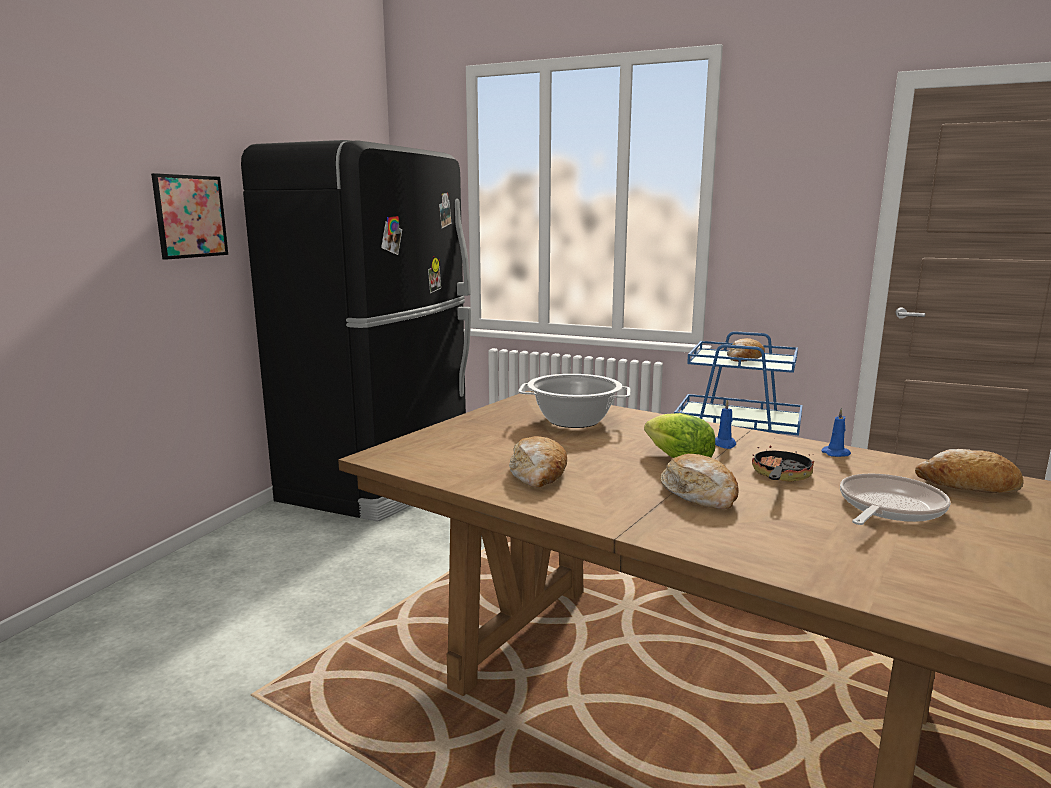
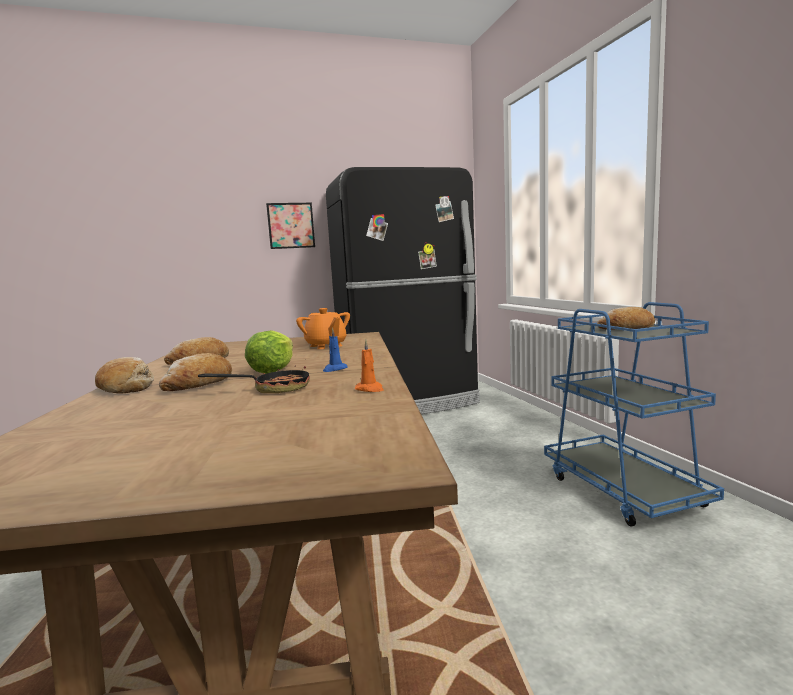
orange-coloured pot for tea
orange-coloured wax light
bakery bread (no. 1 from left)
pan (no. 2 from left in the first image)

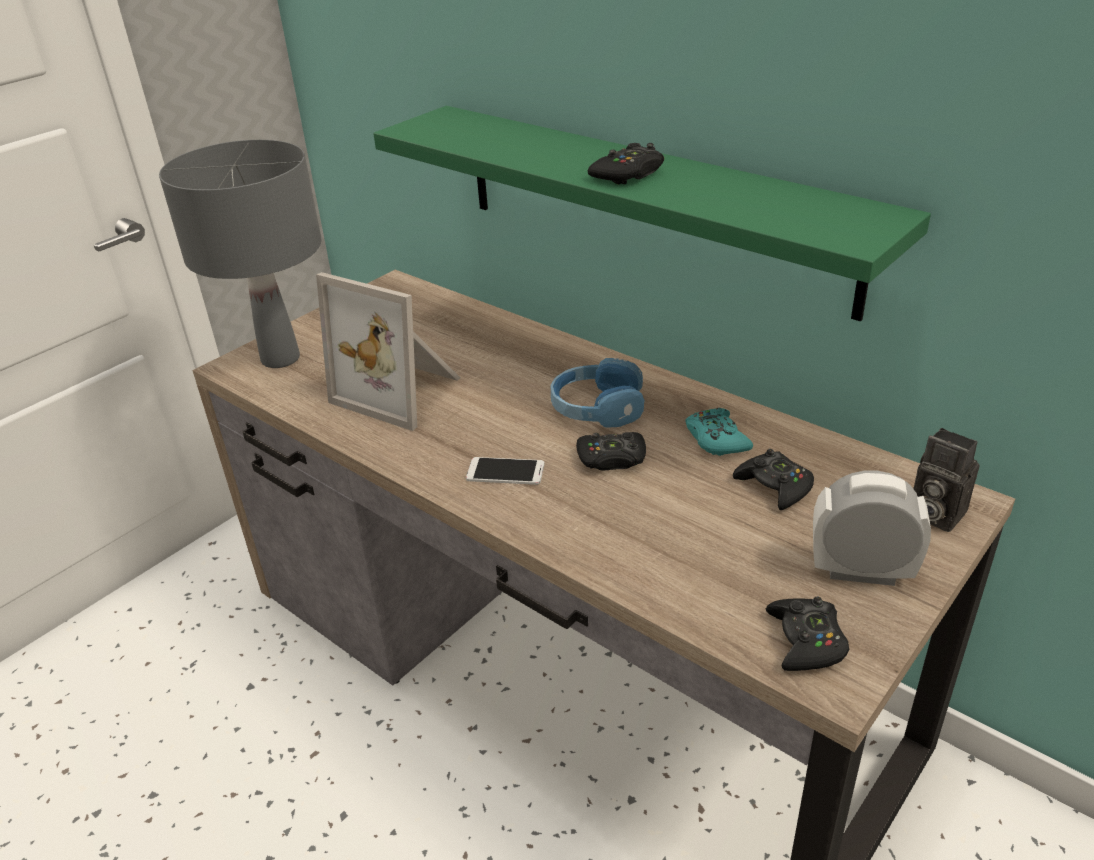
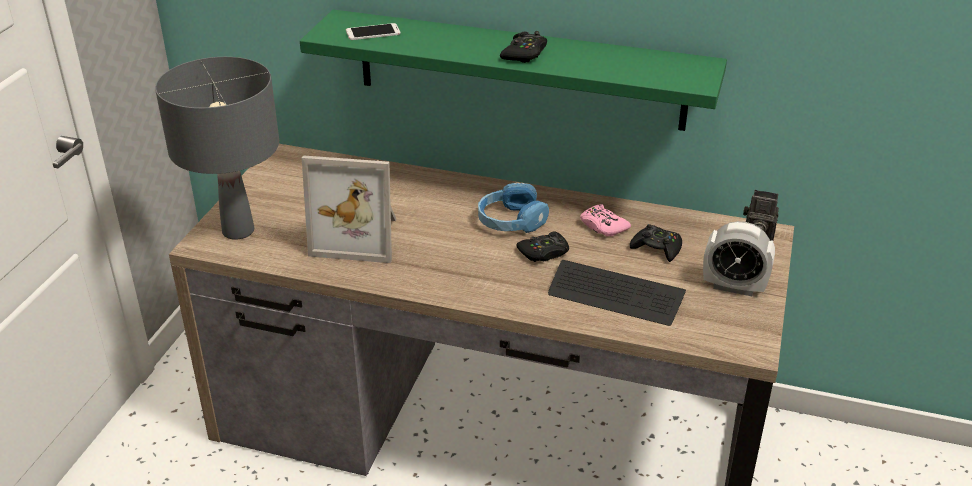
pink joypad
telephone
alarm clock
black joypad (no. 4 from left in the first image)
PC keyboard

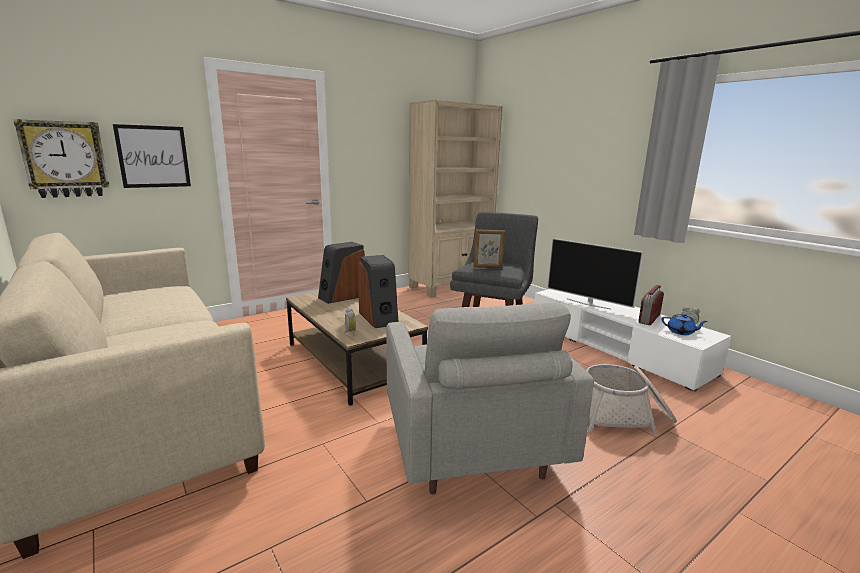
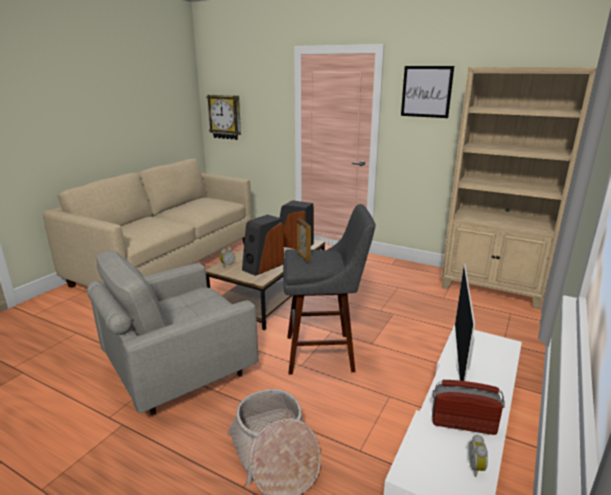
picture
blue pot for tea

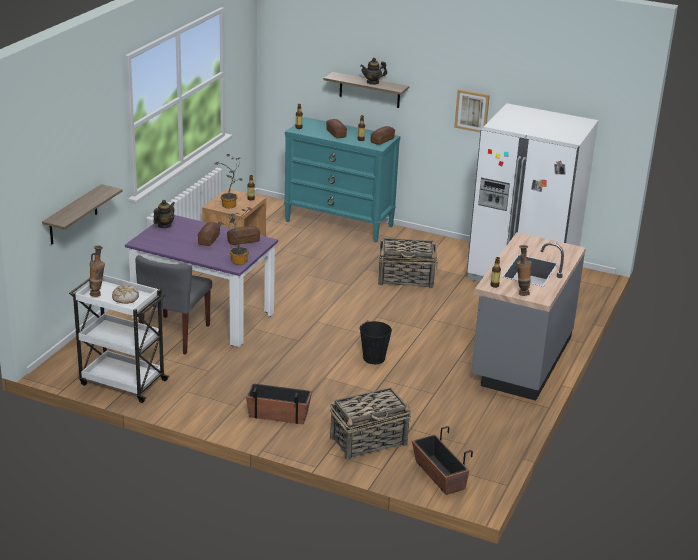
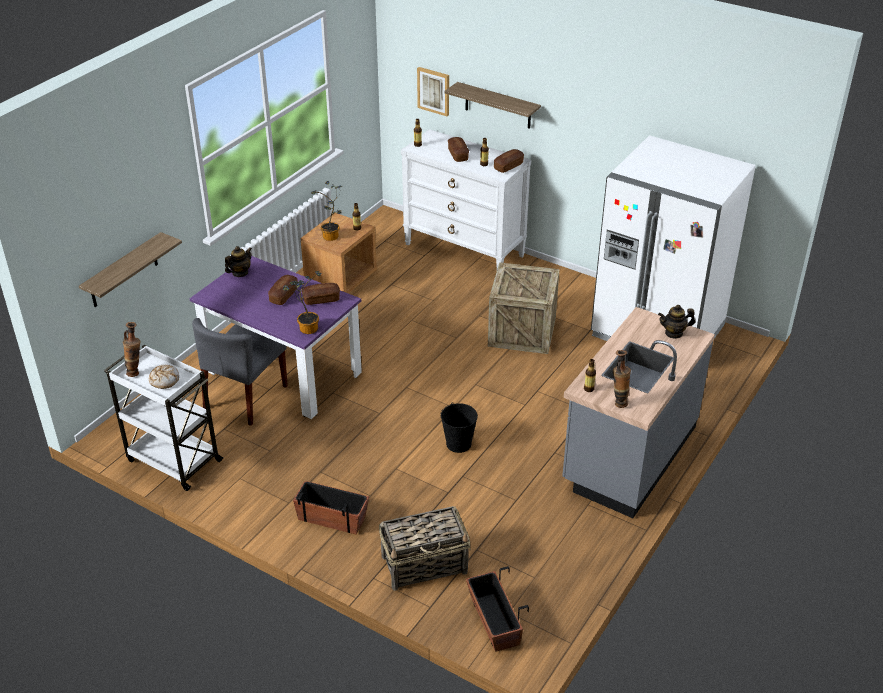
pot for tea (no. 2 from left)
picture
white chest of drawers
packing crate

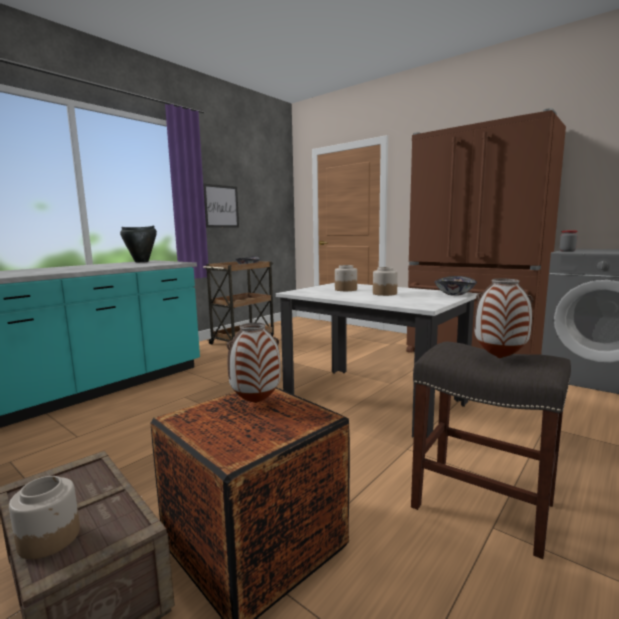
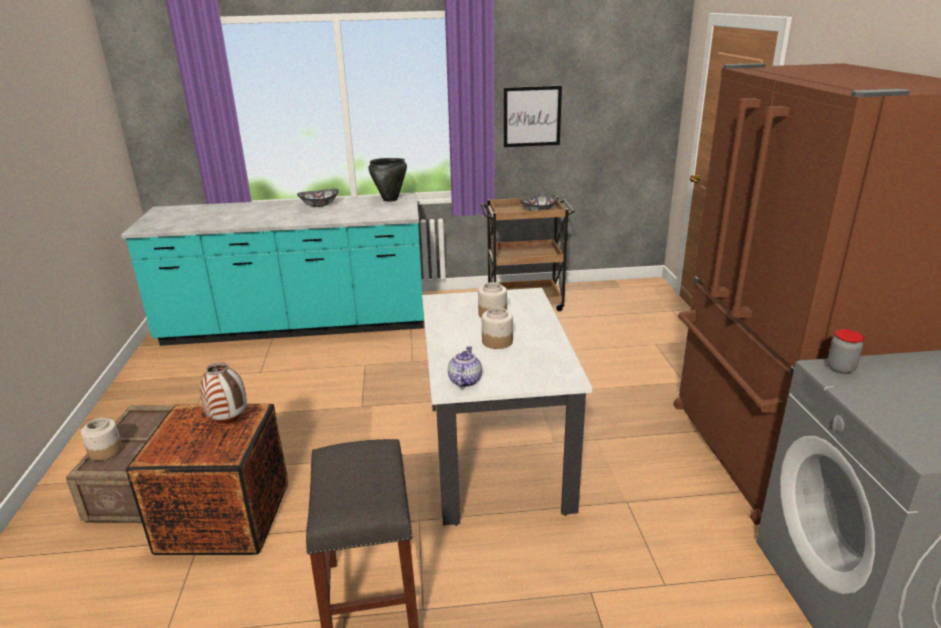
serving bowl (no. 1 from left)
flower vase (no. 2 from left in the first image)
pot for tea

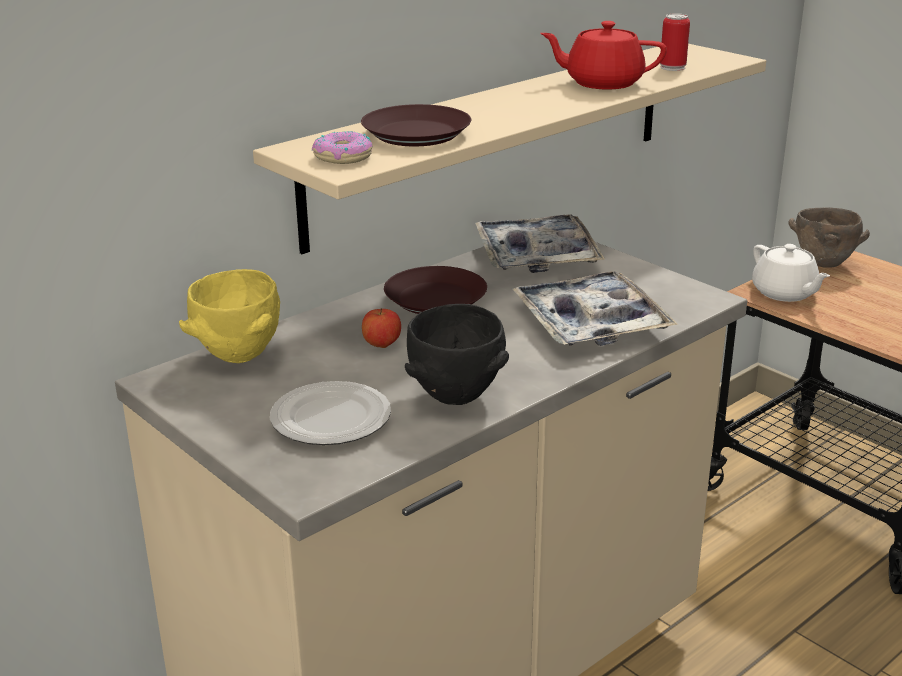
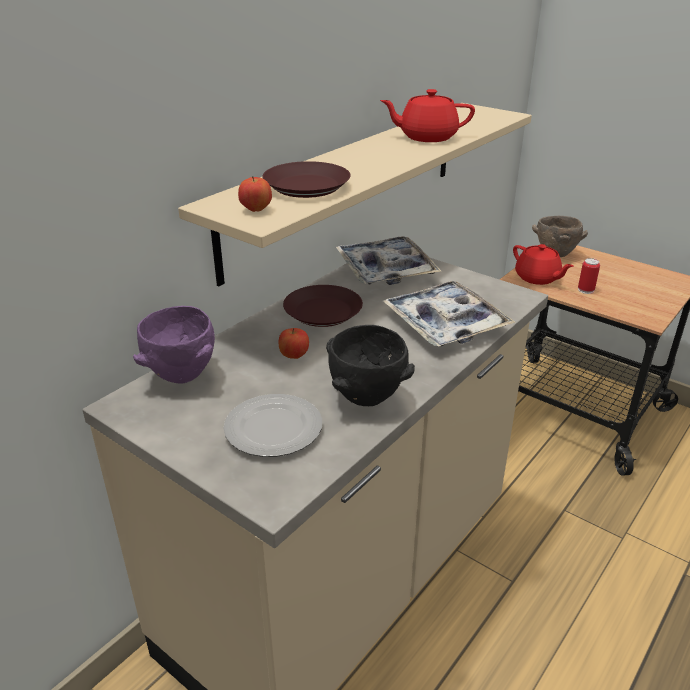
can
apple (no. 1 from left)
red-coloured pot for tea (no. 2 from left)
purple-coloured serving bowl

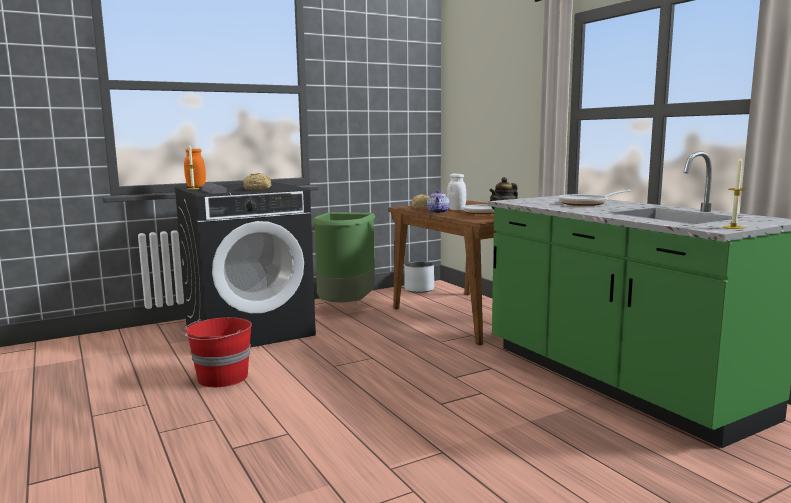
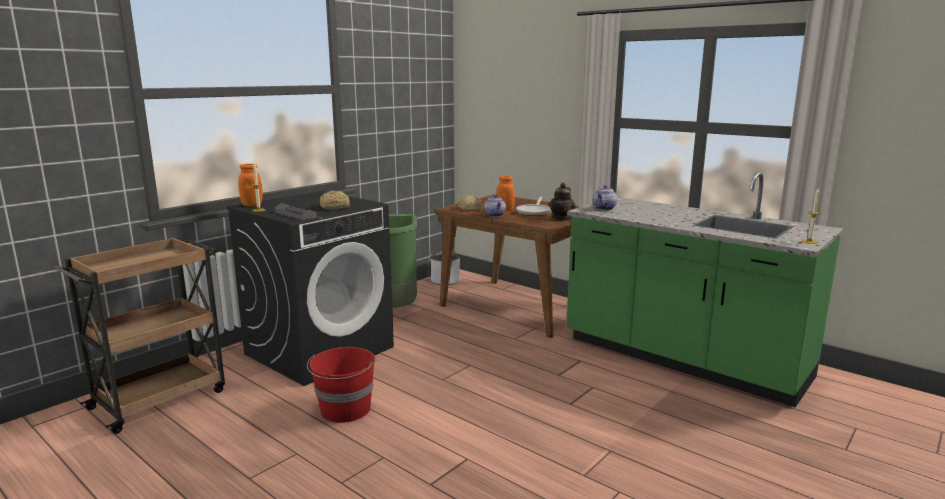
orange-coloured jar (no. 2 from left)
pan (no. 2 from left in the first image)
pot for tea (no. 3 from left)
brownish wheeled cart

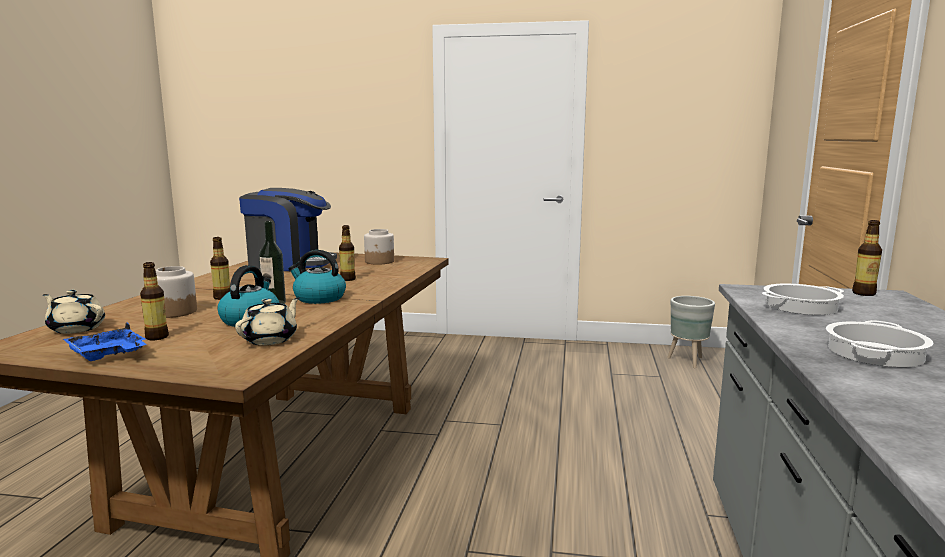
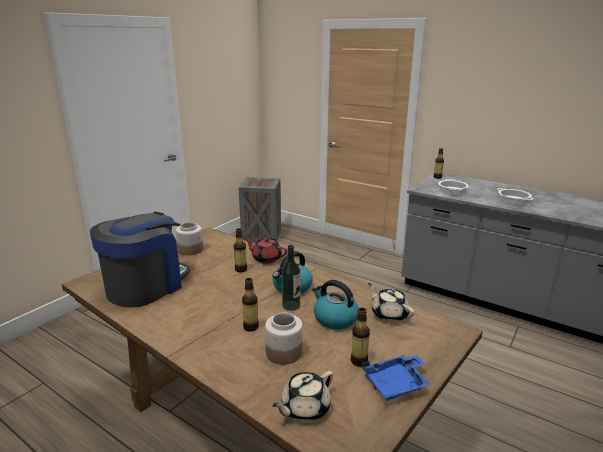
packing crate
red-coloured pot for tea

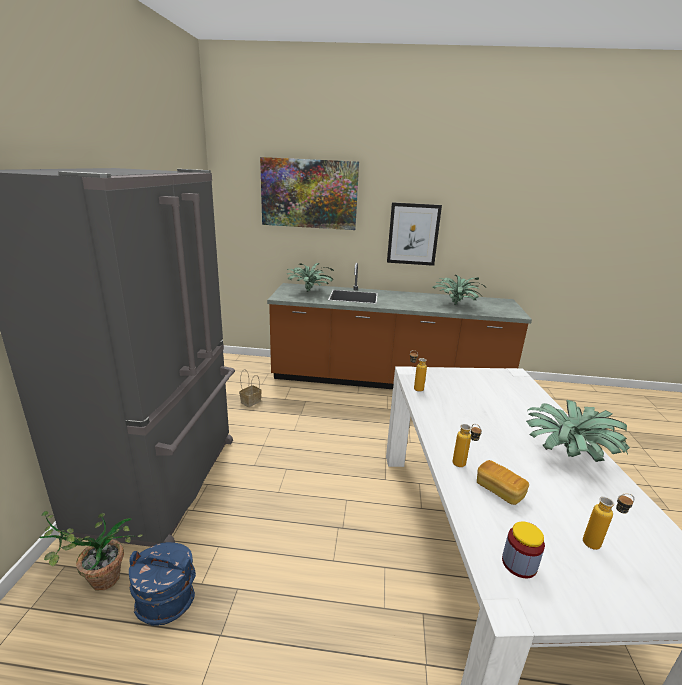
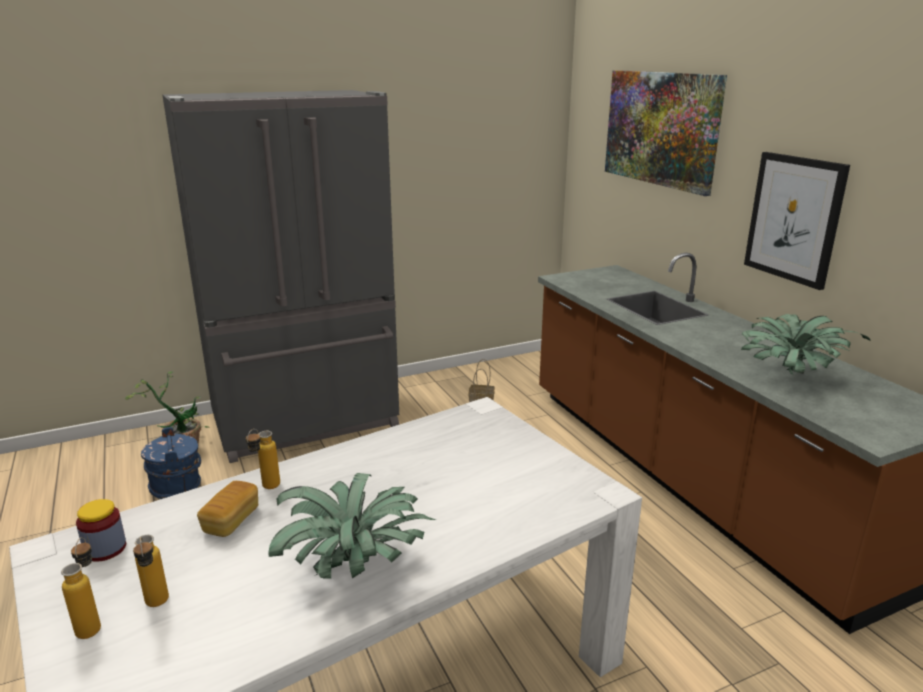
plant in a pot (no. 2 from left in the first image)
beverage bottle (no. 1 from left)

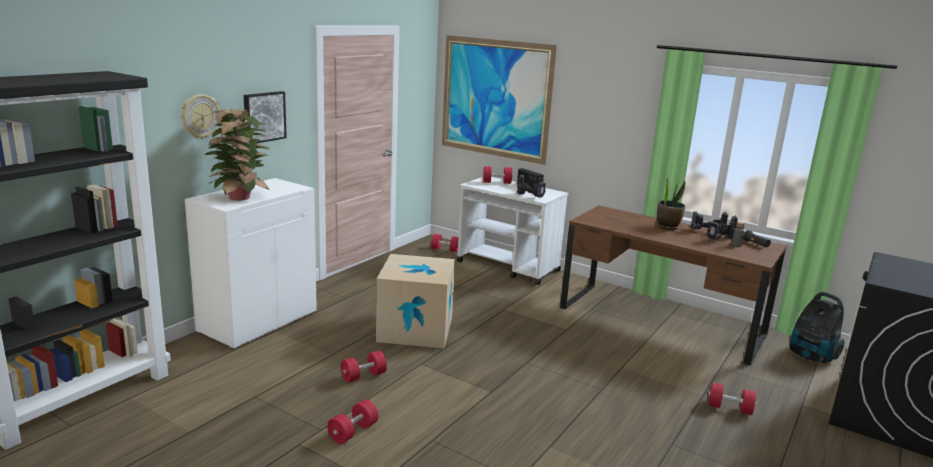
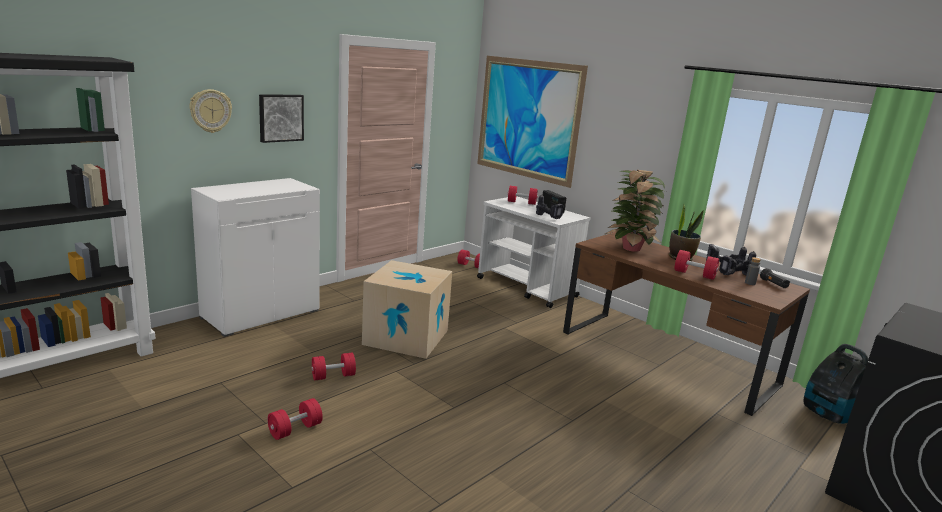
plant in a pot (no. 1 from left)
red-coloured hand weight (no. 5 from left)

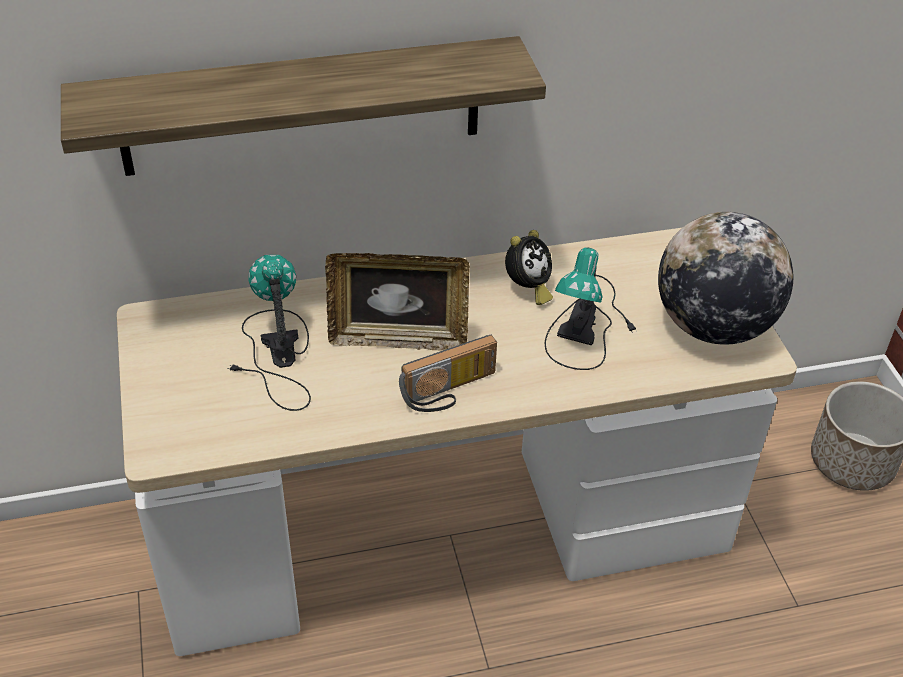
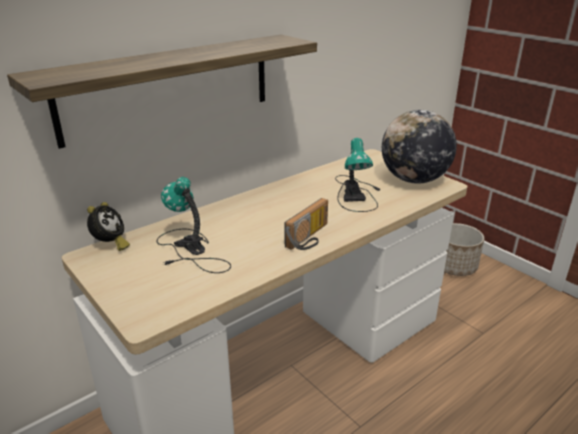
alarm clock
standing frame

